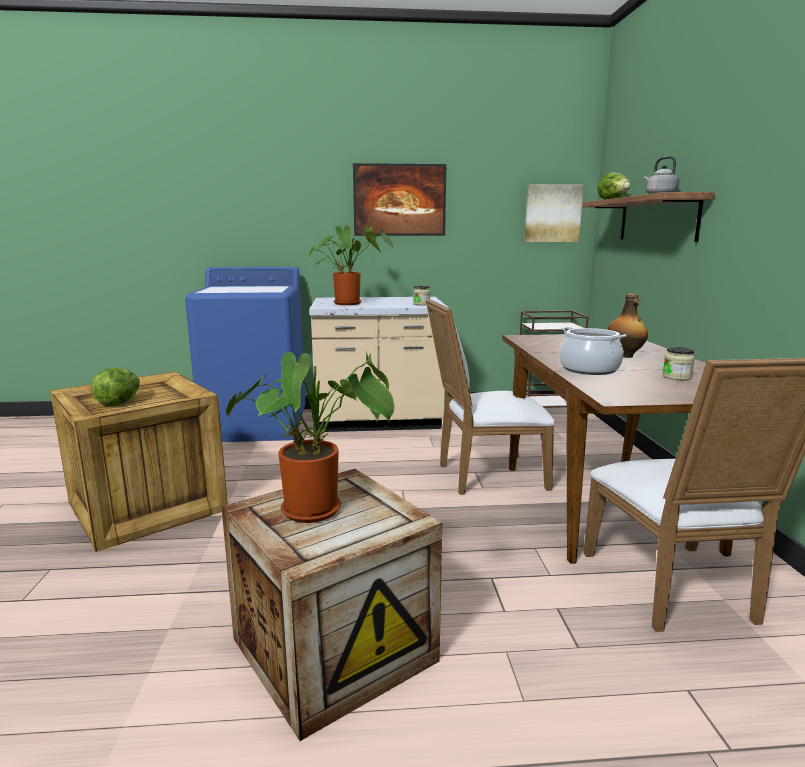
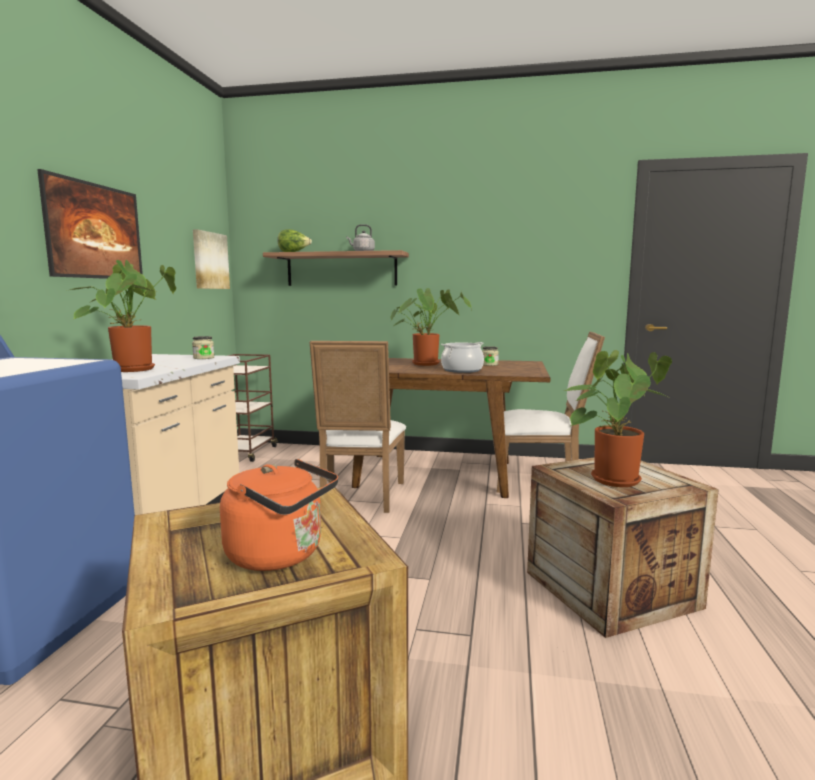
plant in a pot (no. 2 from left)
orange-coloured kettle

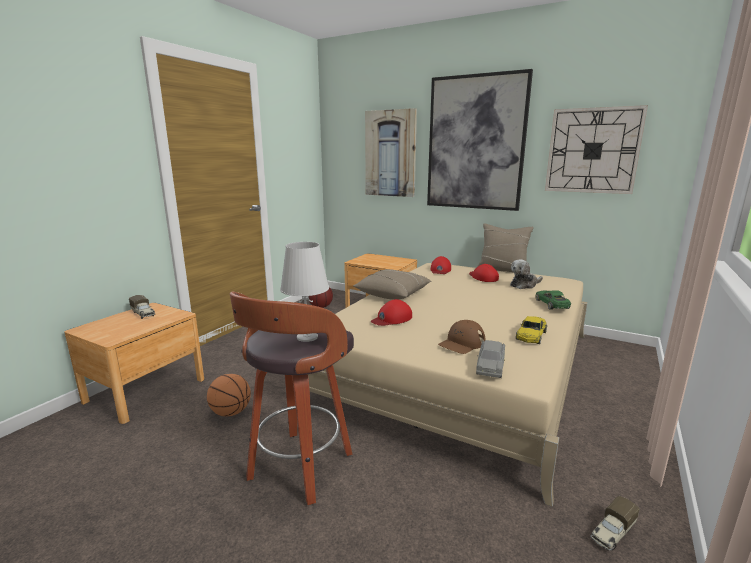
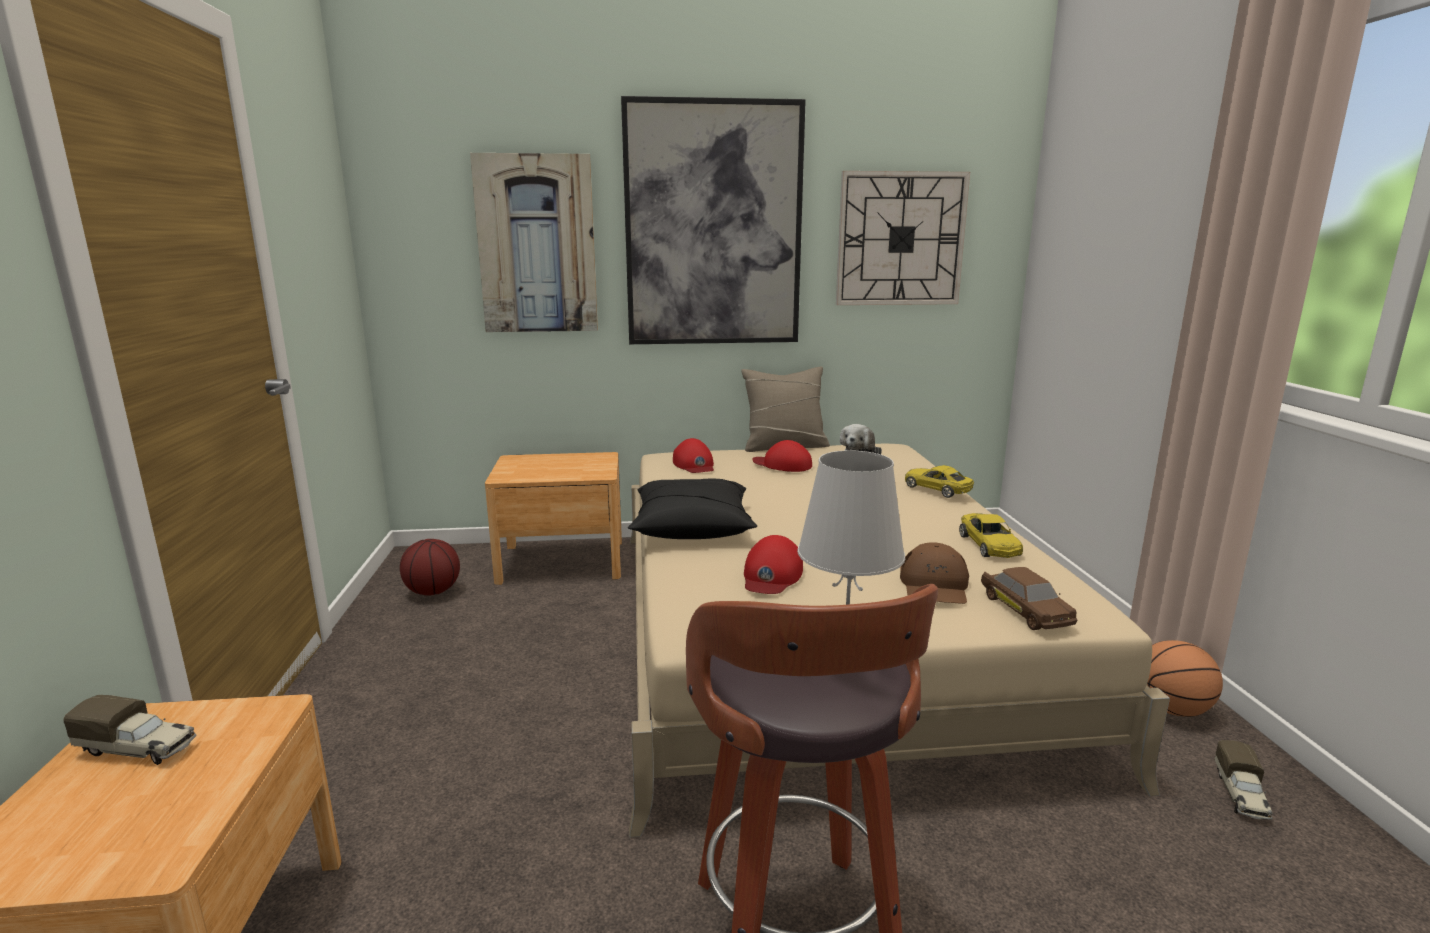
black pillow
yellow miniature car (no. 1 from left)
brownish miniature car
basketball ball (no. 2 from left)

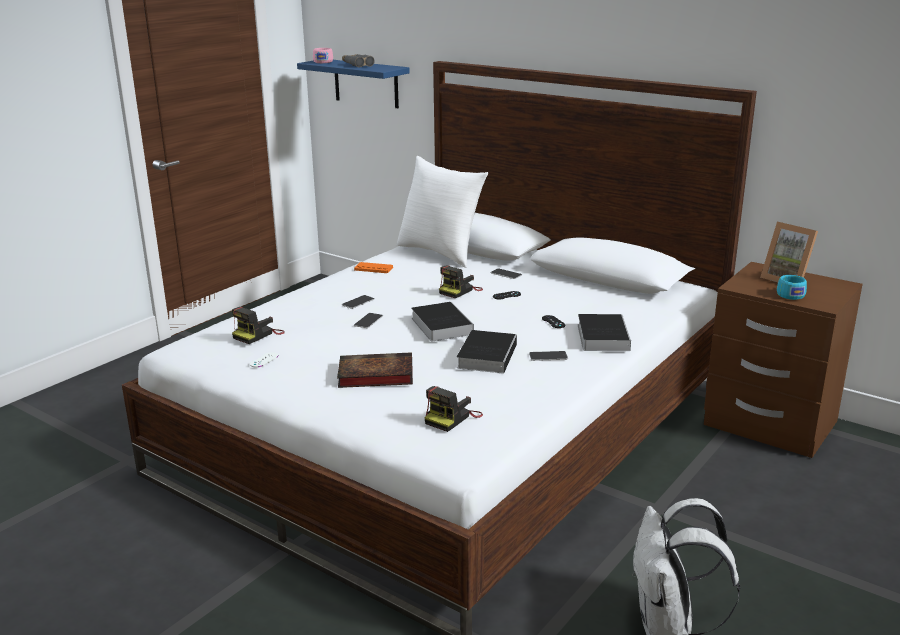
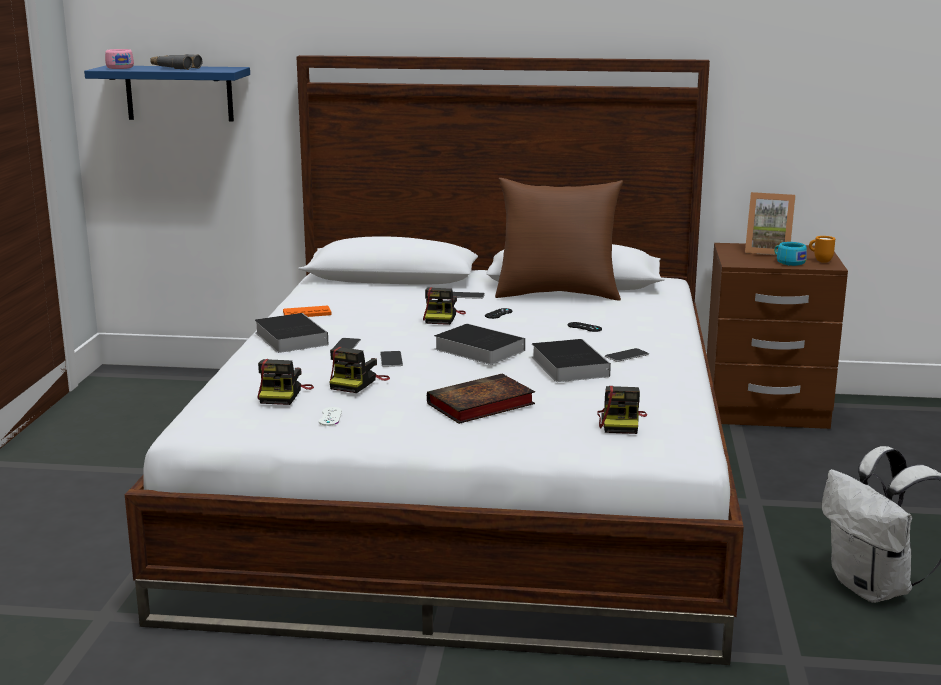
white pillow
bound book (no. 1 from left)
brownish pillow
orange-coloured mug
still camera (no. 2 from left)

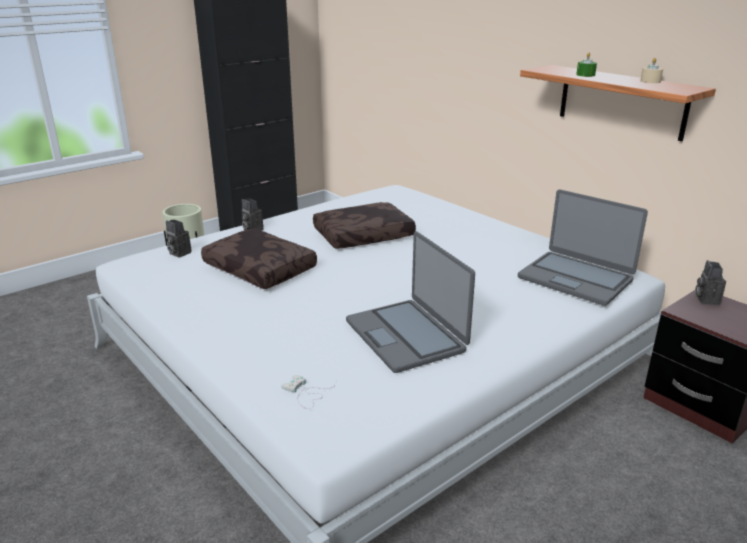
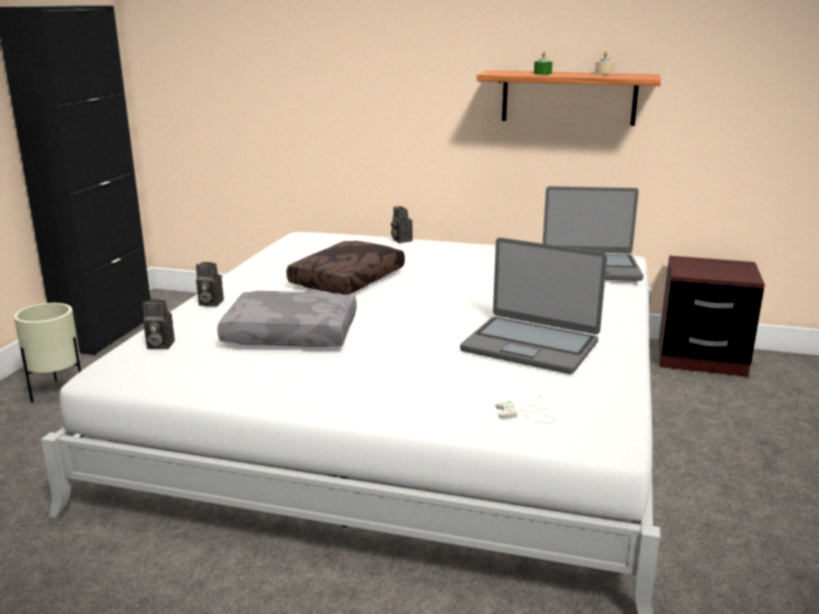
greyish pillow
still camera (no. 3 from left)

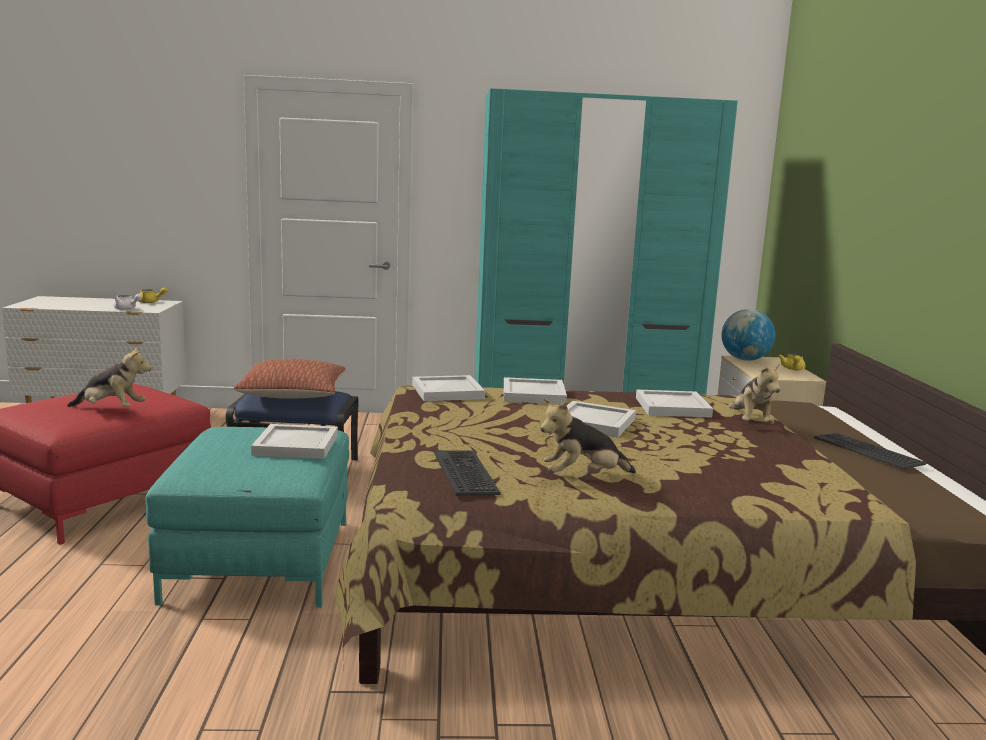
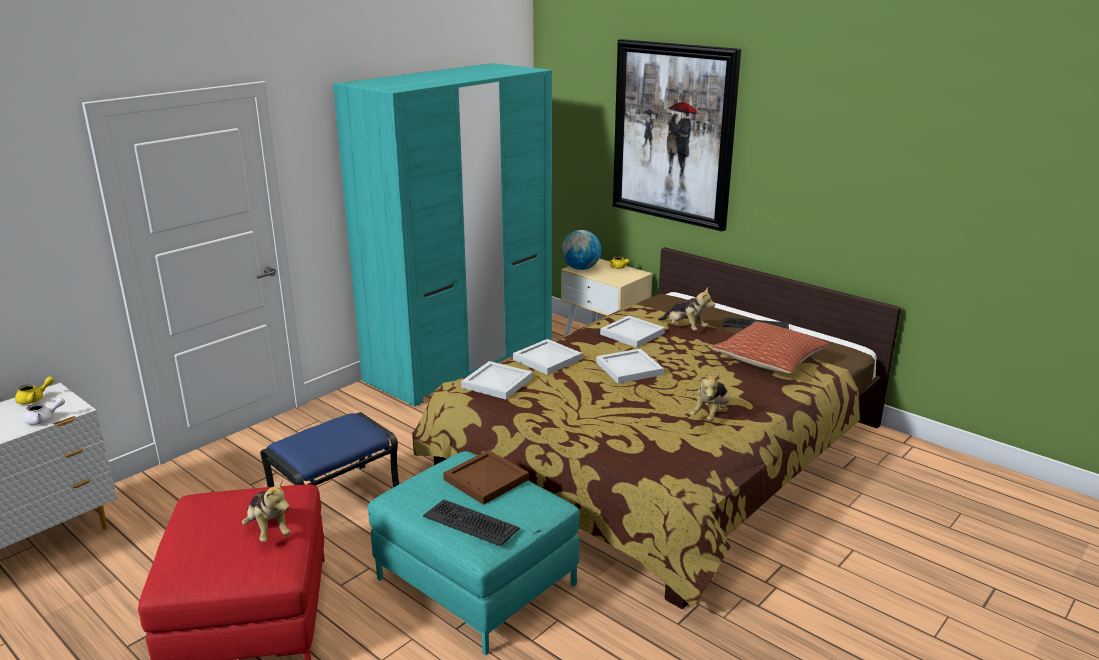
plush toy (no. 1 from left)
pillow
brownish serving tray
PC keyboard (no. 1 from left)
picture

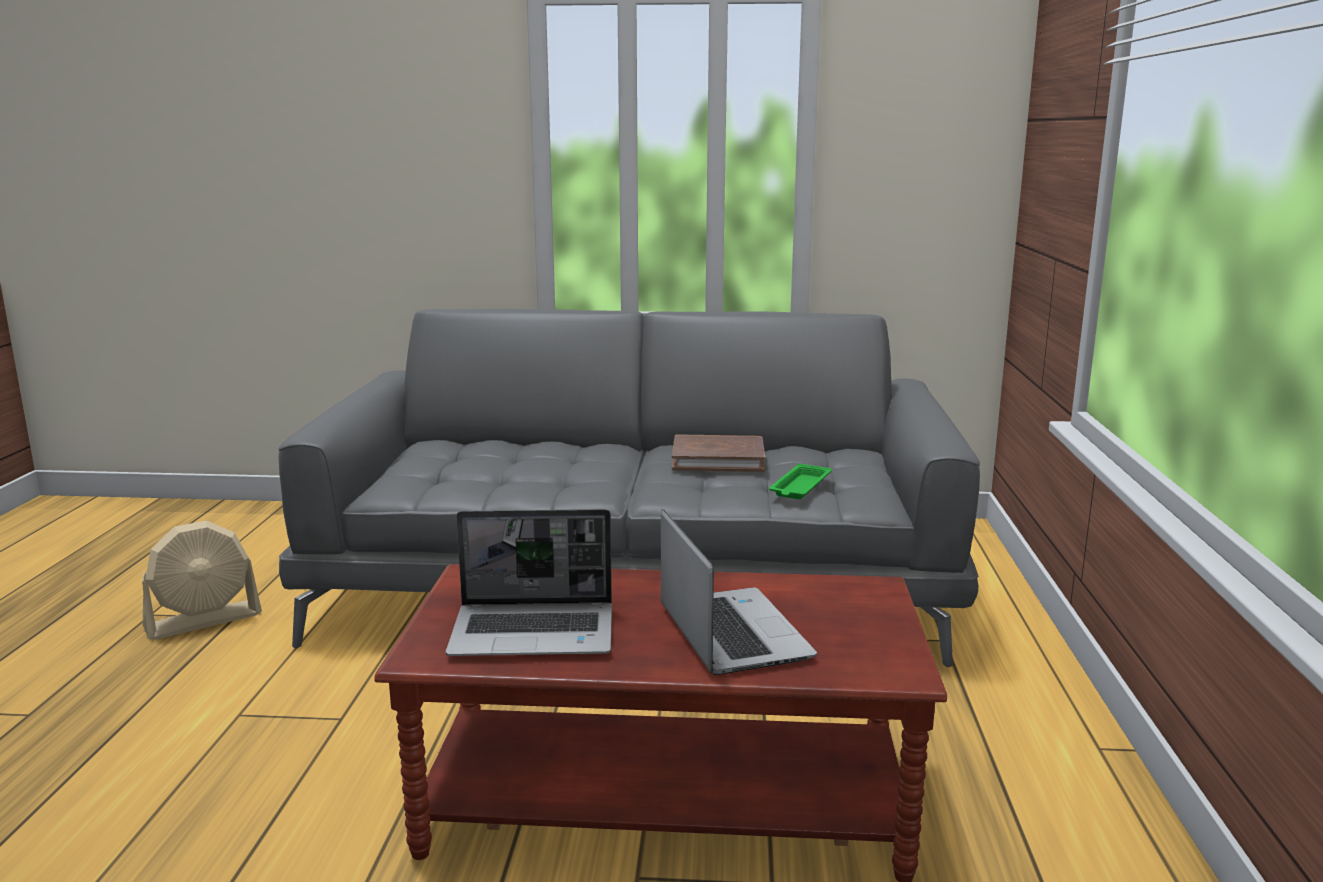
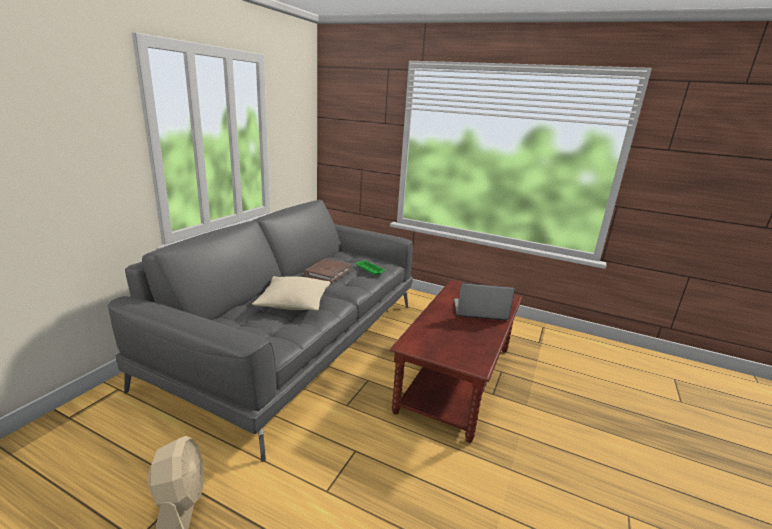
portable computer (no. 1 from left in the first image)
beige pillow

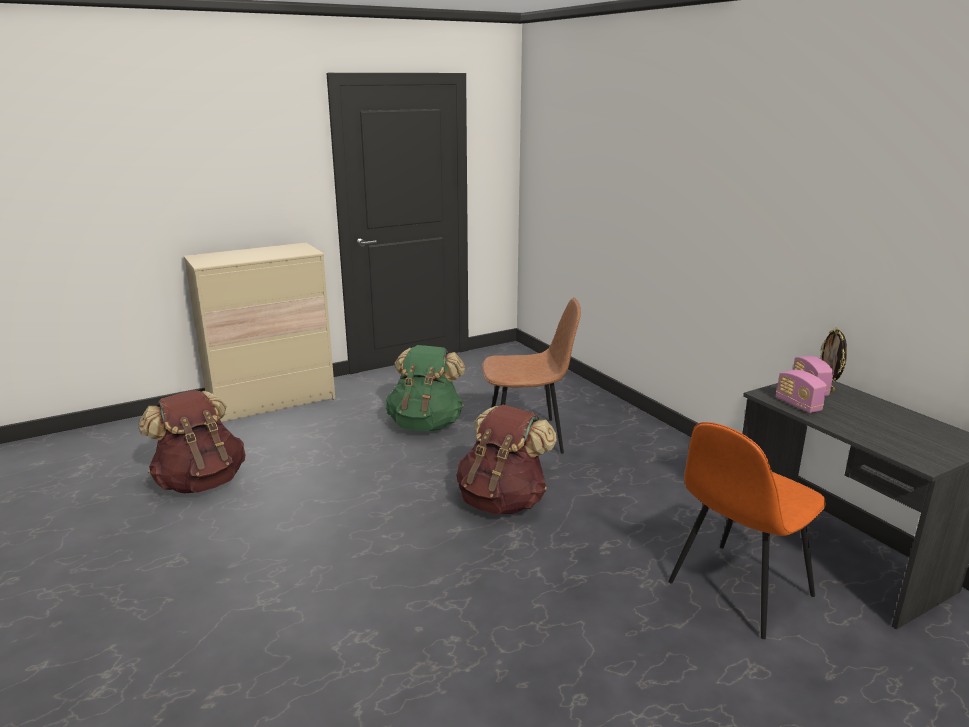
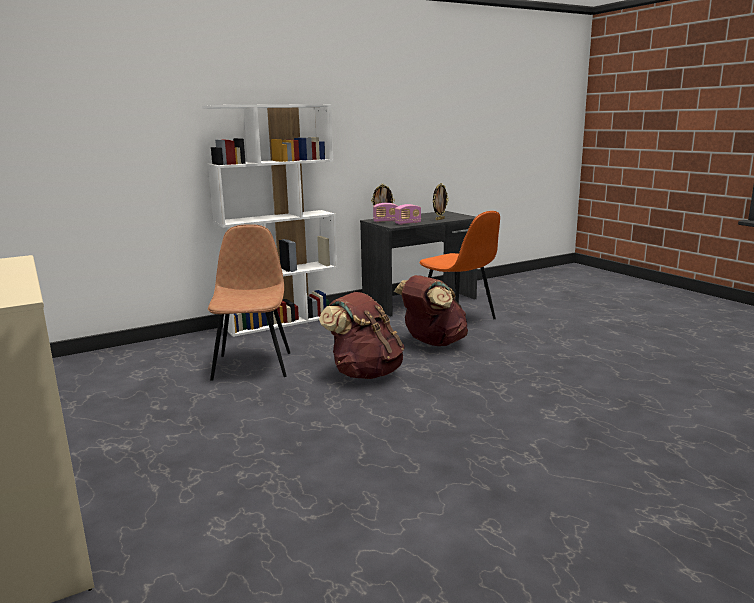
greenish rucksack
brownish rucksack (no. 2 from left)
white bookcase
standing frame (no. 2 from left)

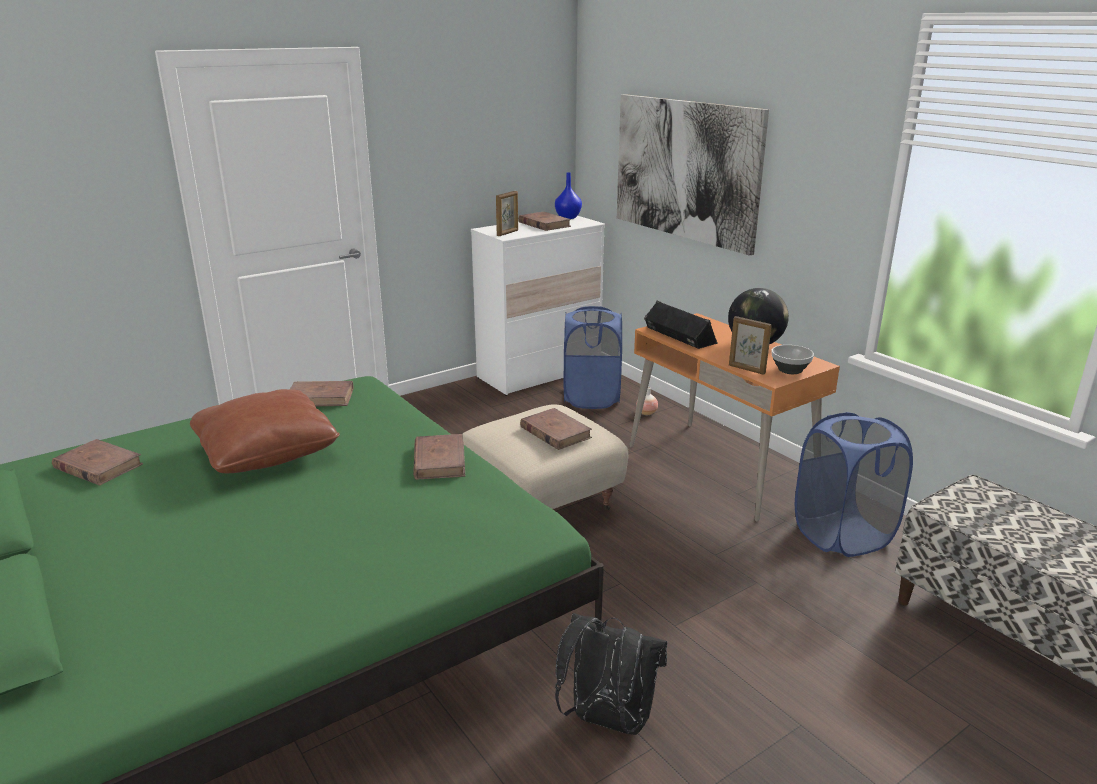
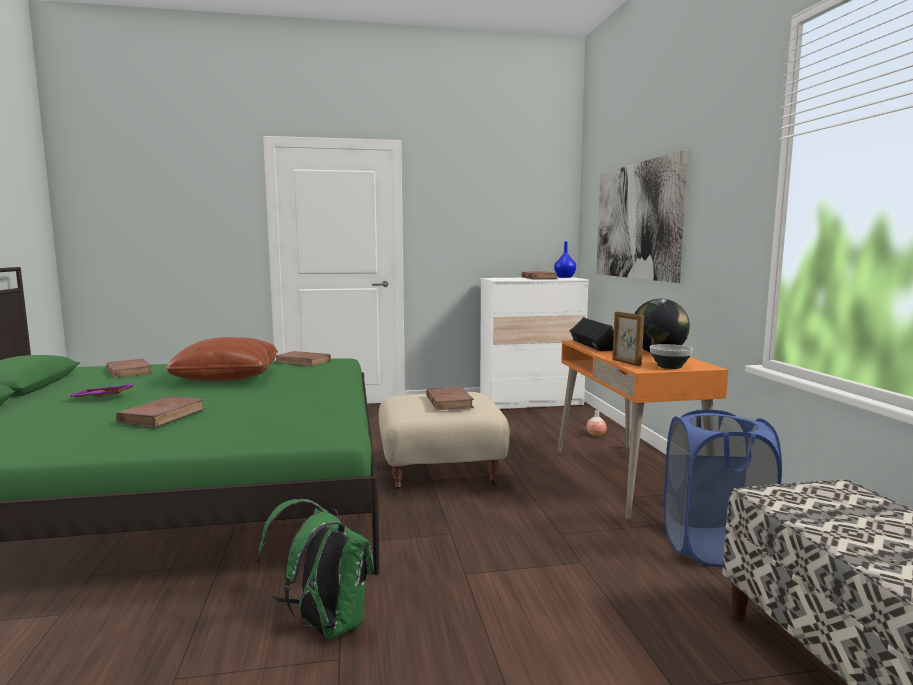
standing frame (no. 1 from left in the first image)
blue laundry basket (no. 1 from left in the first image)
brownish bound book (no. 2 from left)
greenish rucksack
purple-coloured serving tray

